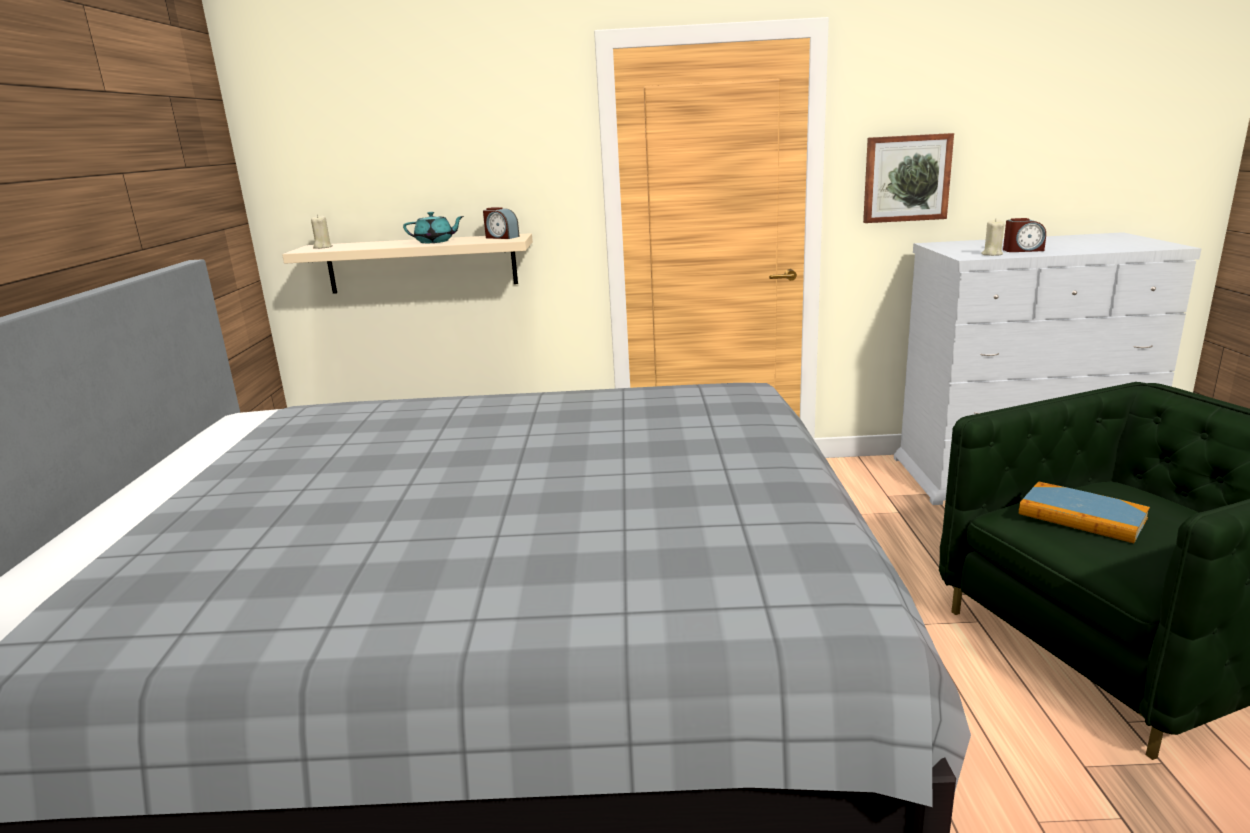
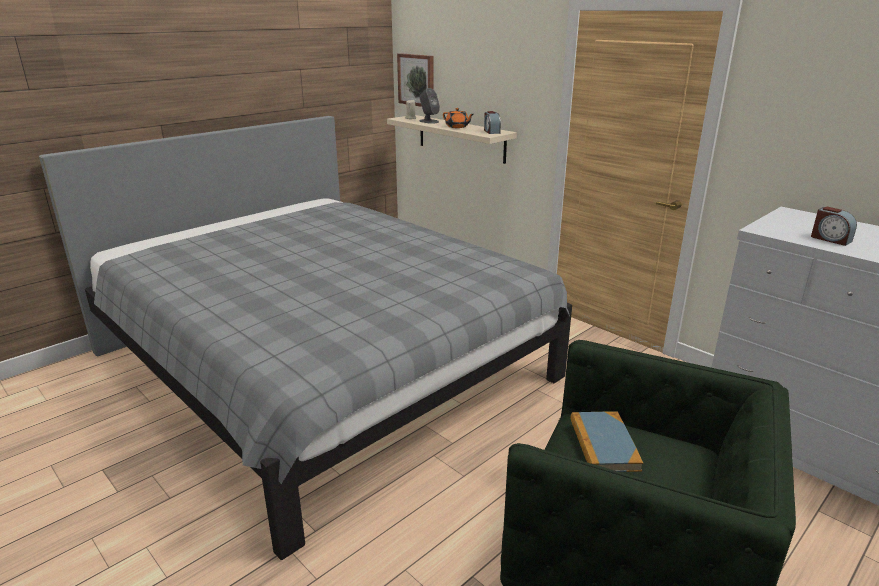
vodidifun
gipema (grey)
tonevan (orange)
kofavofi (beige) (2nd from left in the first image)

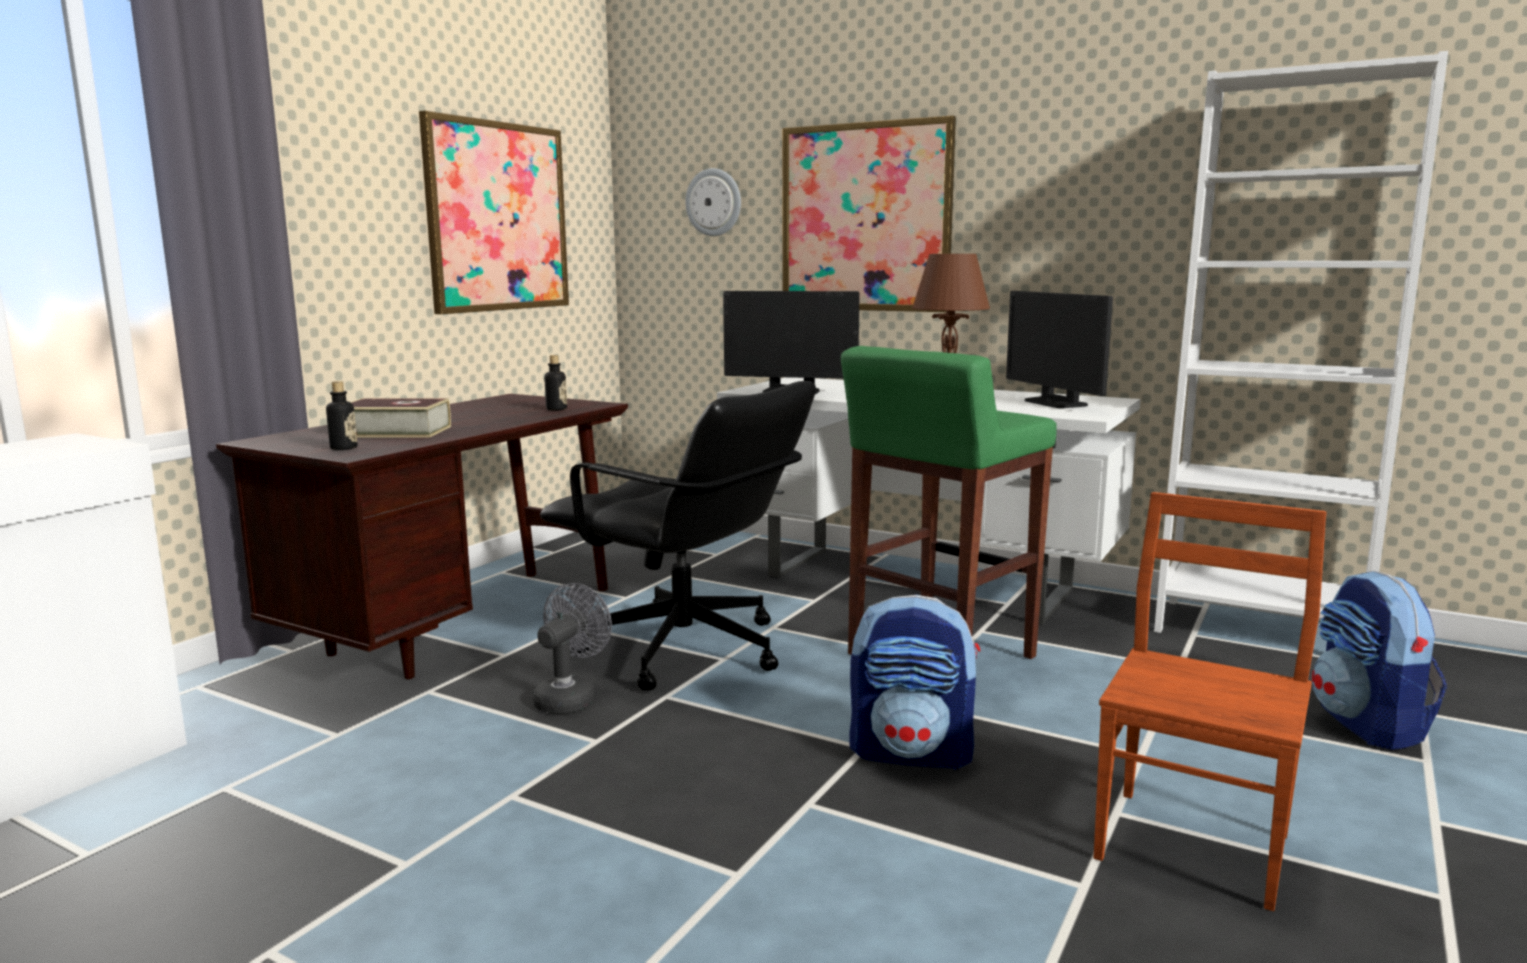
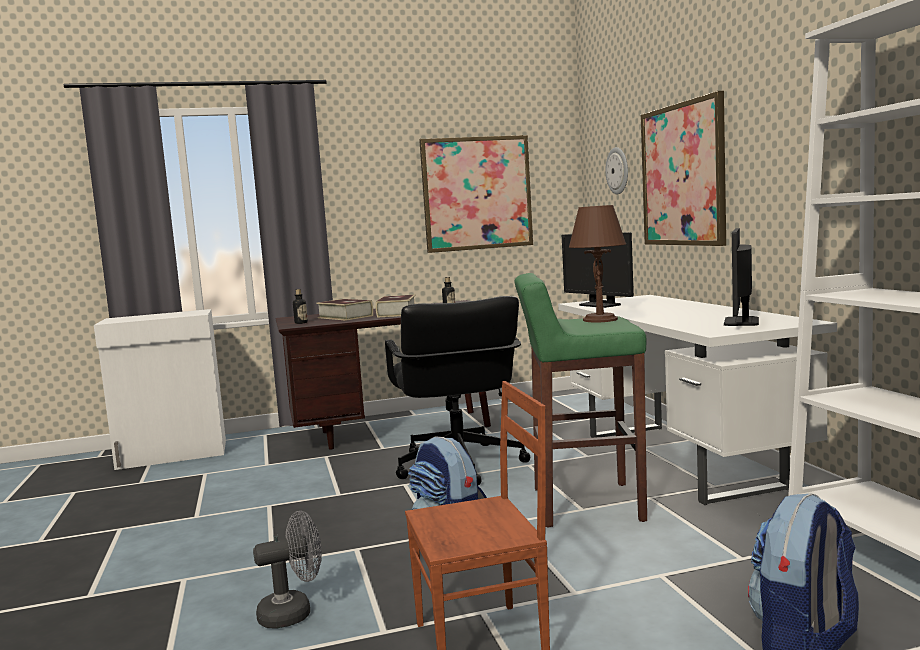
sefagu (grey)
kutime (2nd from left)

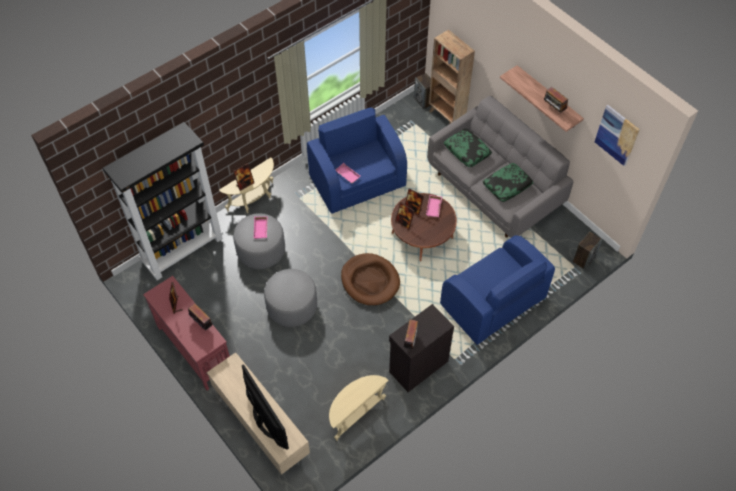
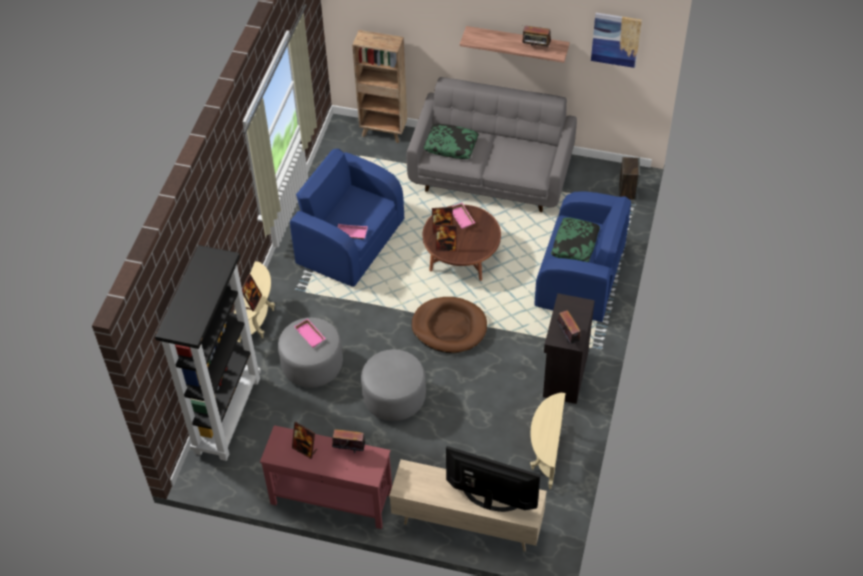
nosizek (2nd from left)
gipema (1st from left in the first image)

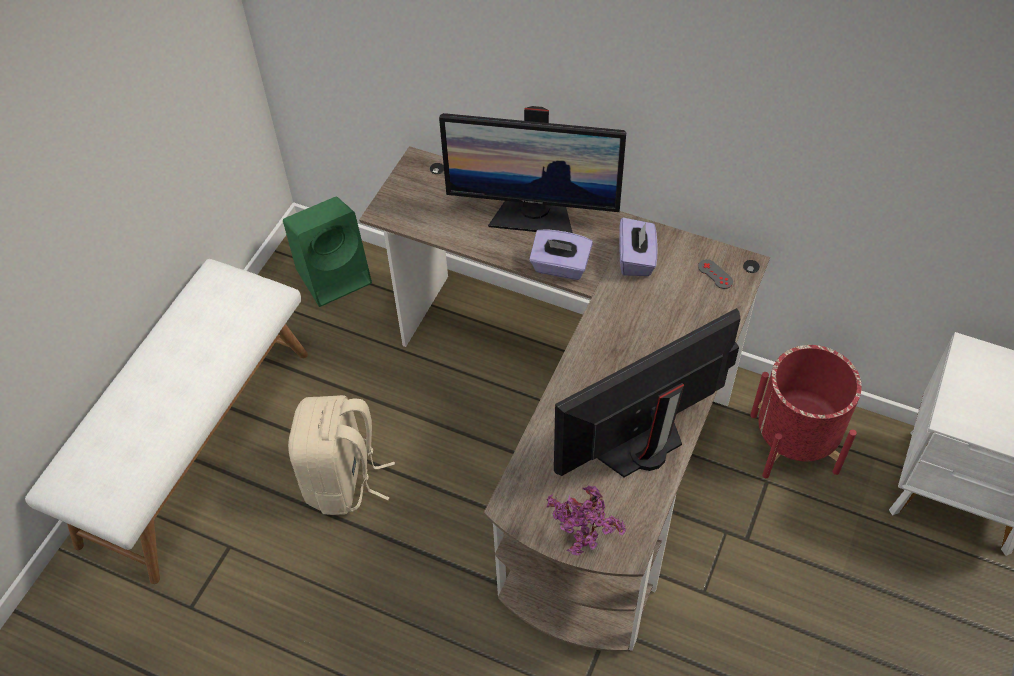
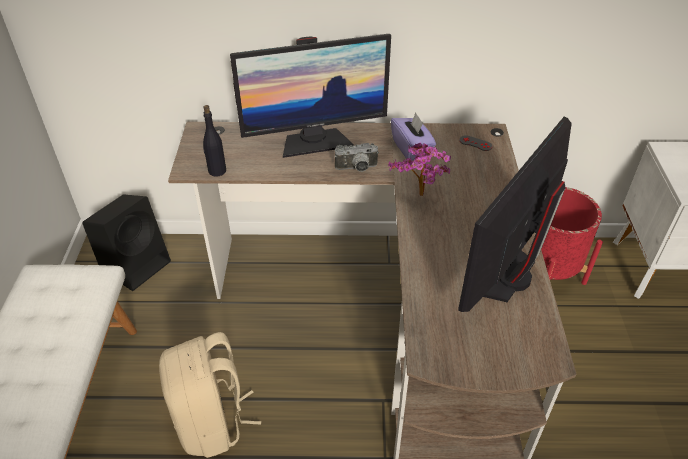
gipema (black)
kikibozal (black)
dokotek
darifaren

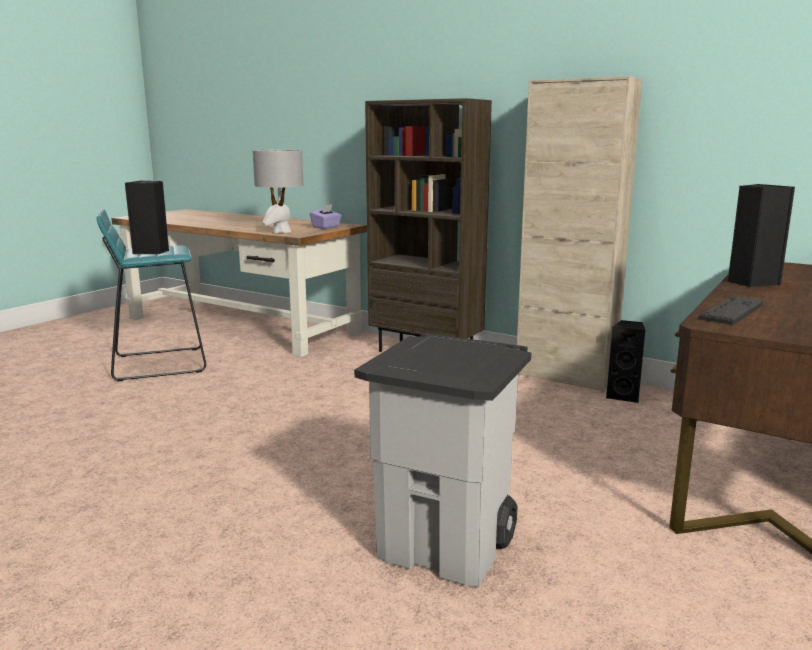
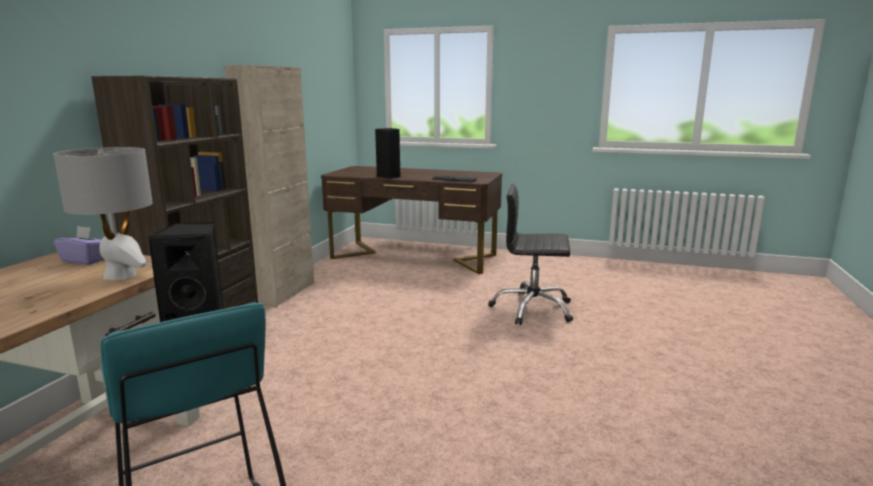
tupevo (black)
gipema (black) (2nd from left in the first image)

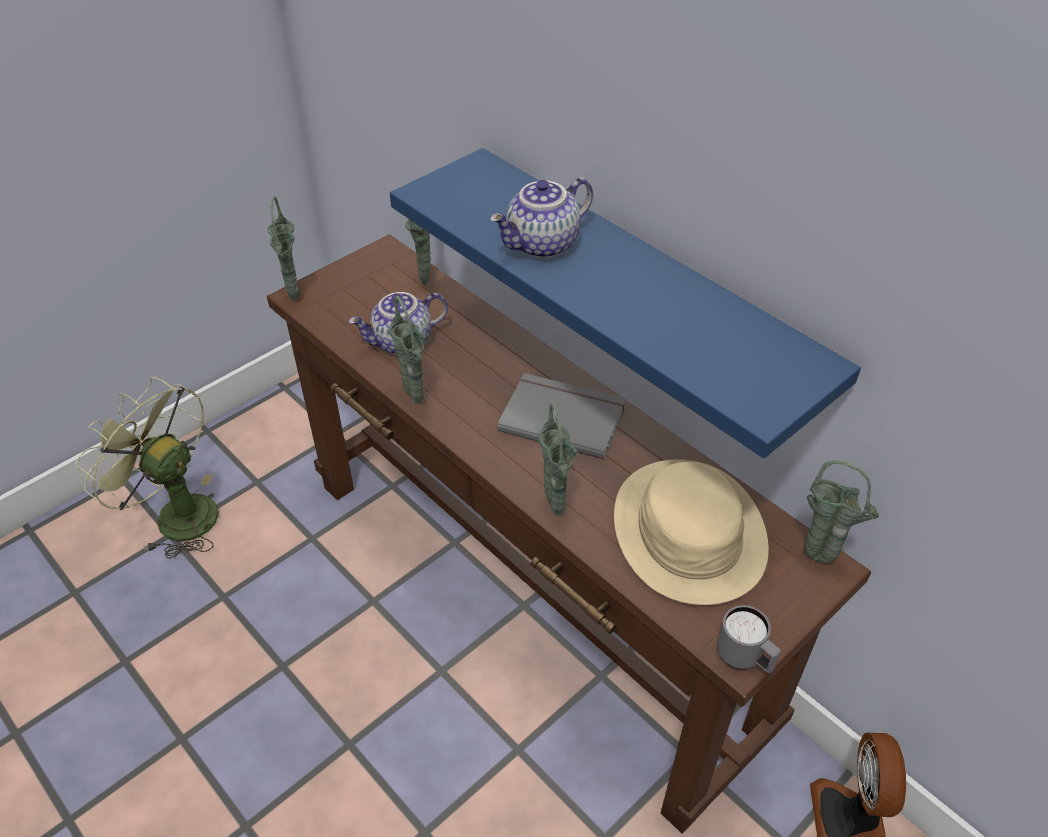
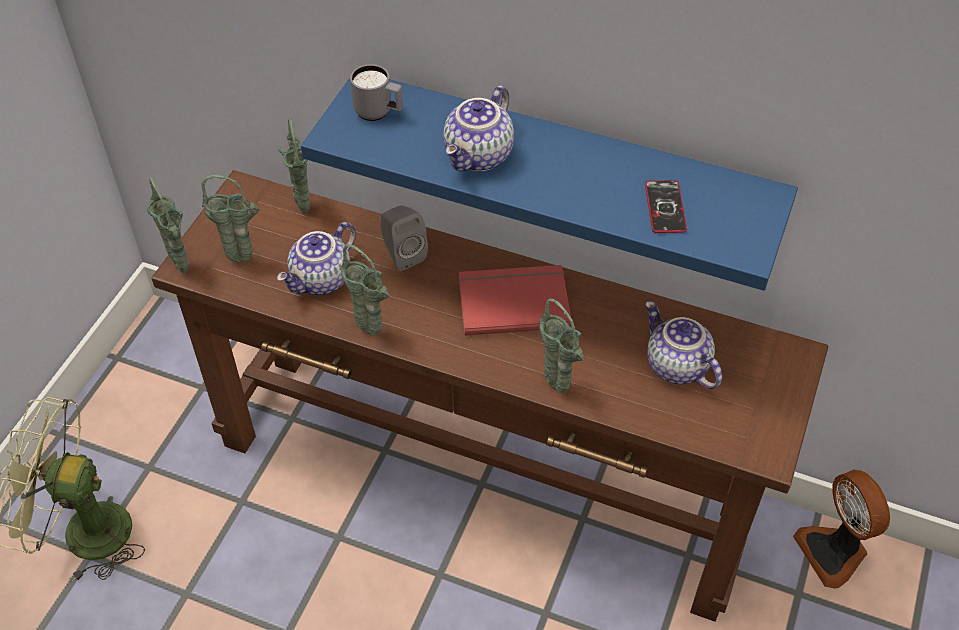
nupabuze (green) (2nd from left)
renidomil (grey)
gipema (grey)
kutime (red)
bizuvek
tonevan (3rd from left)

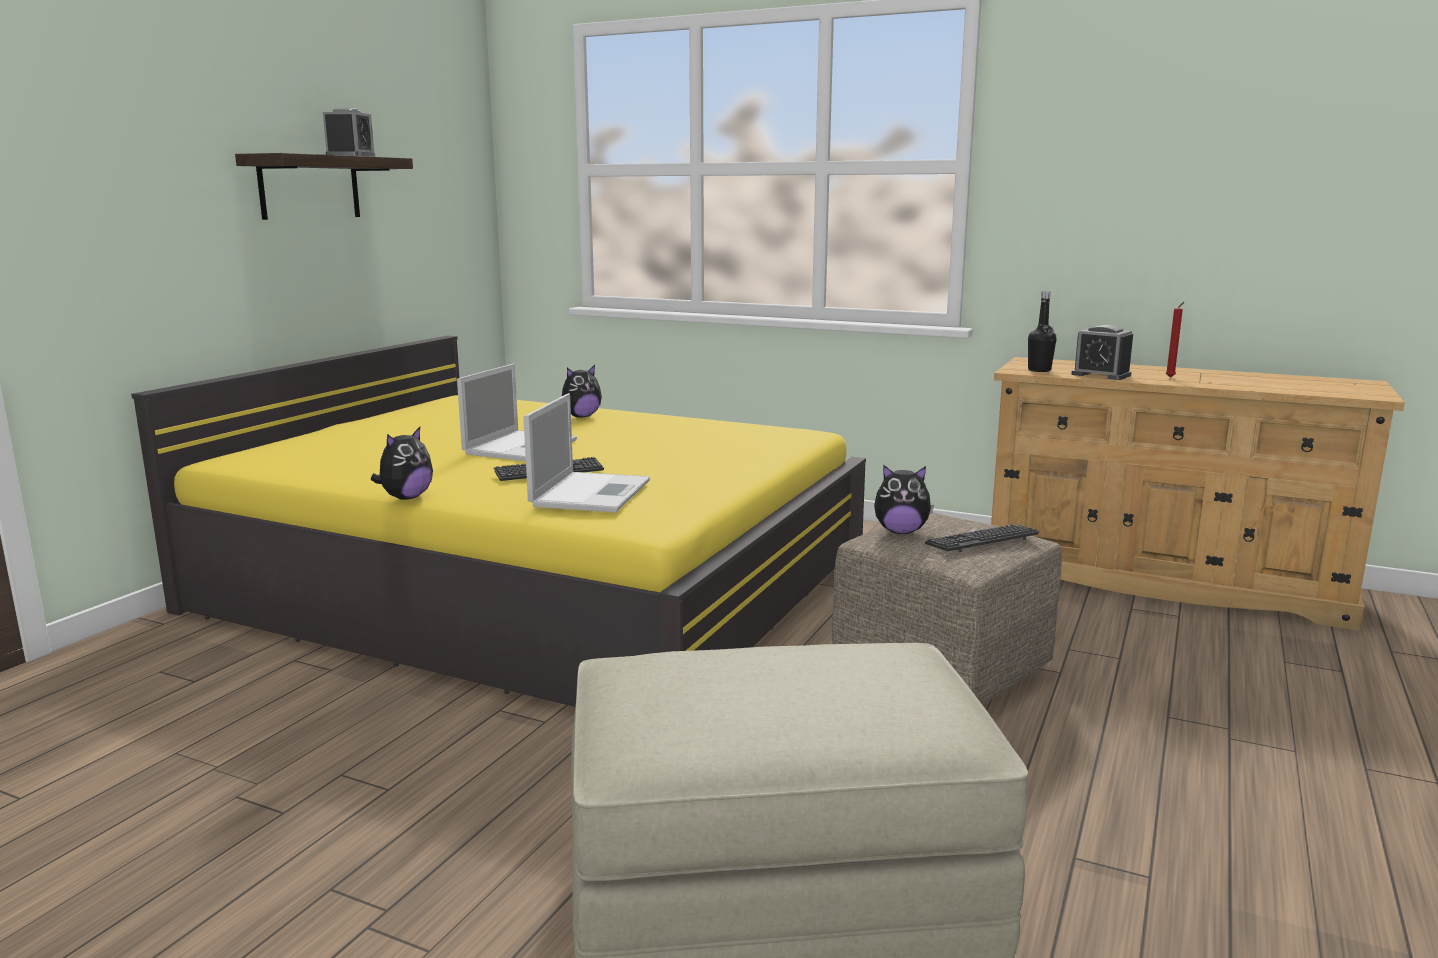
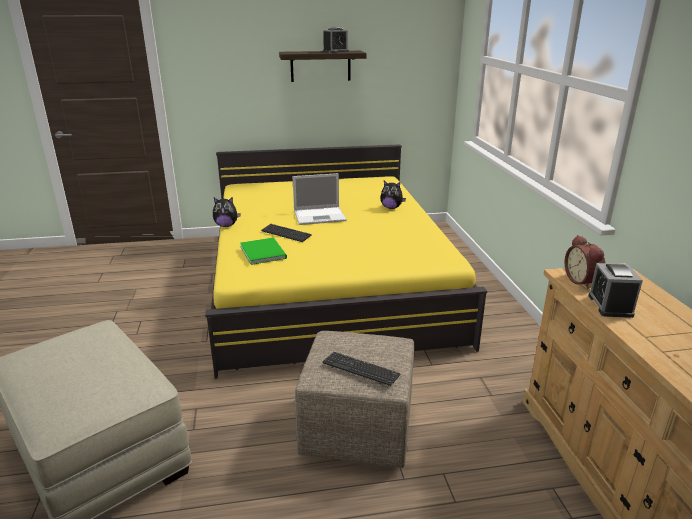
kutime (green)
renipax (2nd from left)
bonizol (3rd from left in the first image)
kofavofi (red)

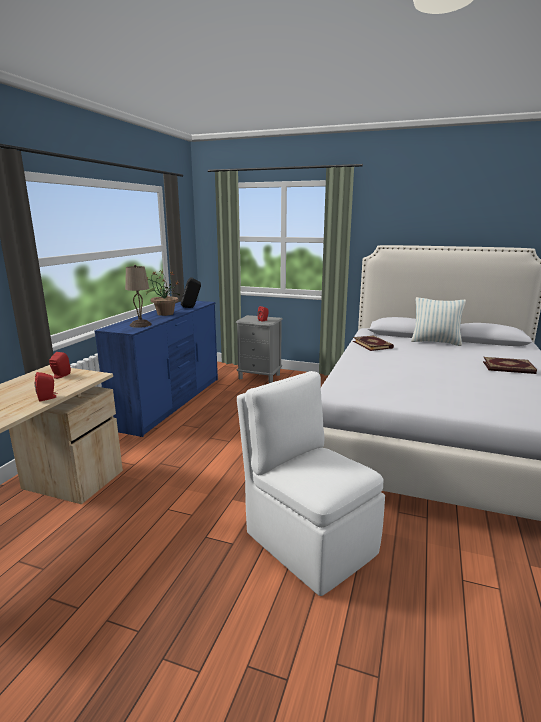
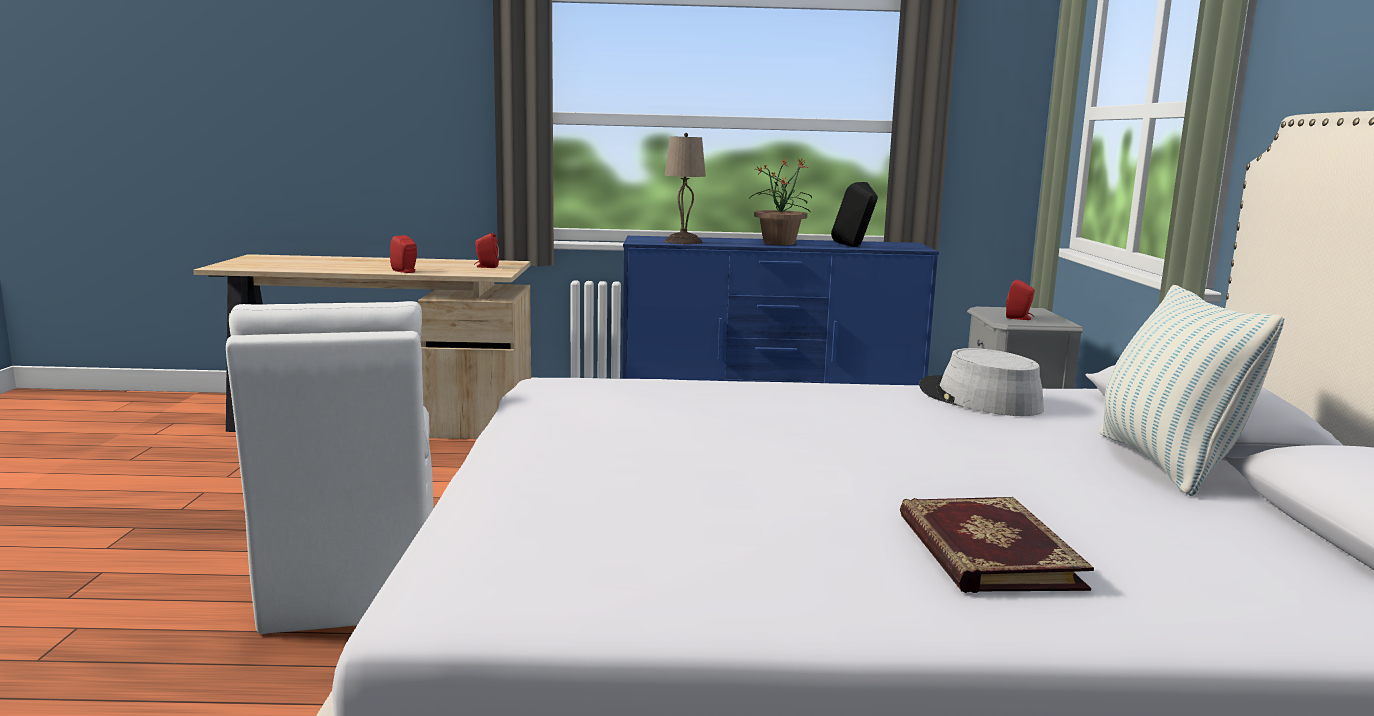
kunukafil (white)
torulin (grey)

